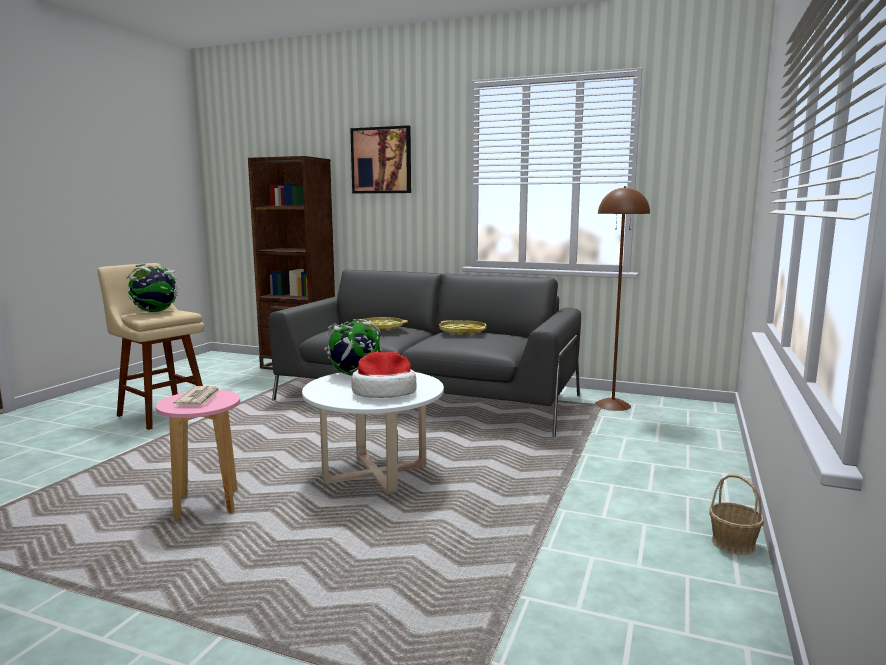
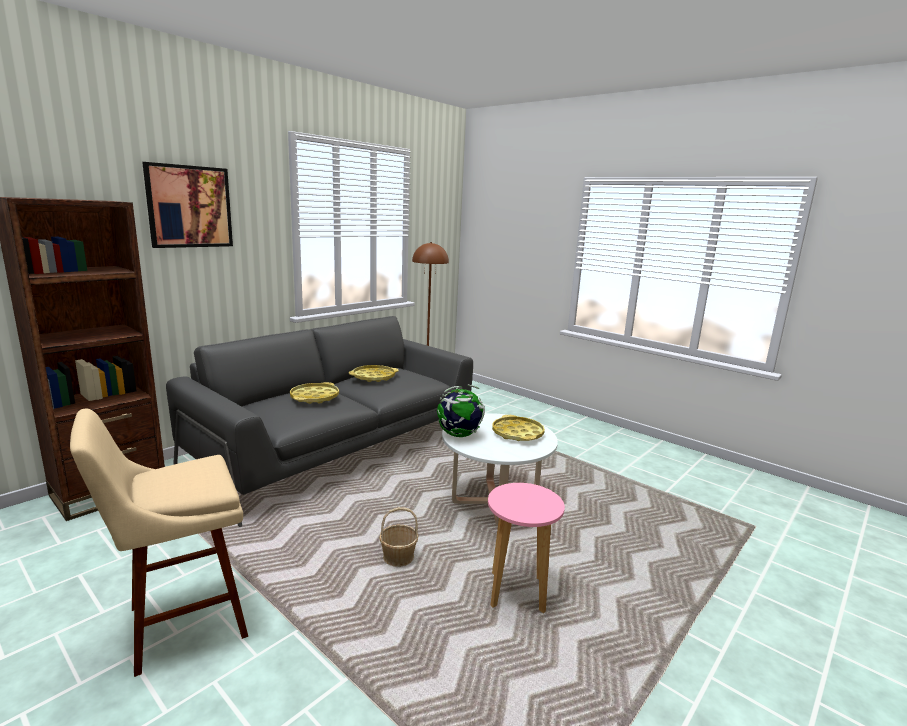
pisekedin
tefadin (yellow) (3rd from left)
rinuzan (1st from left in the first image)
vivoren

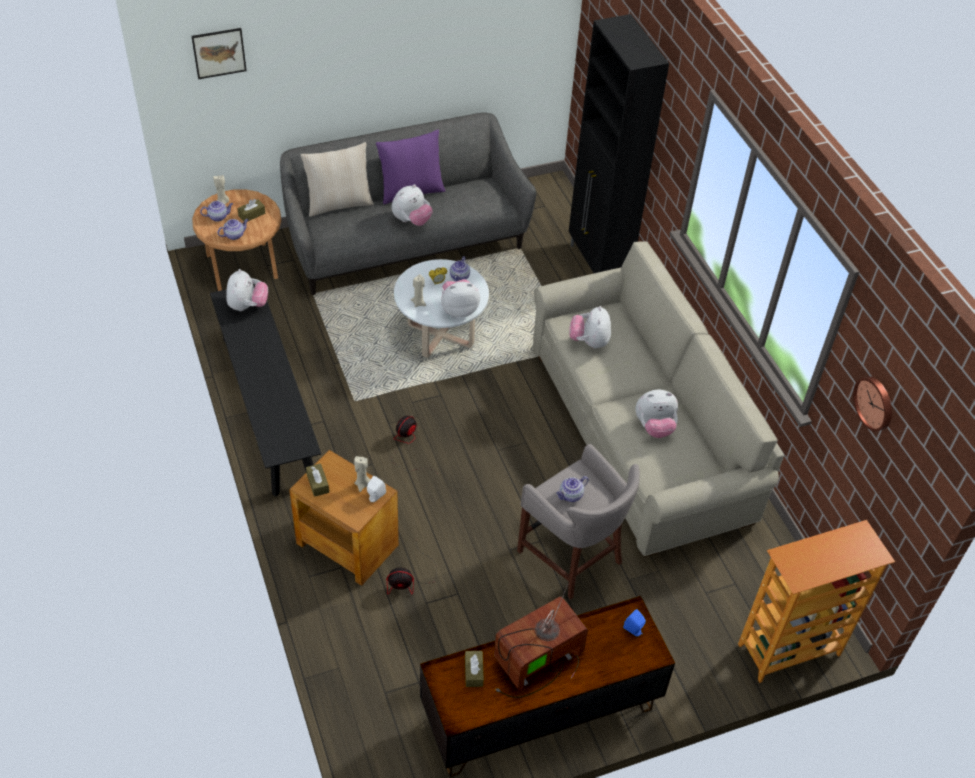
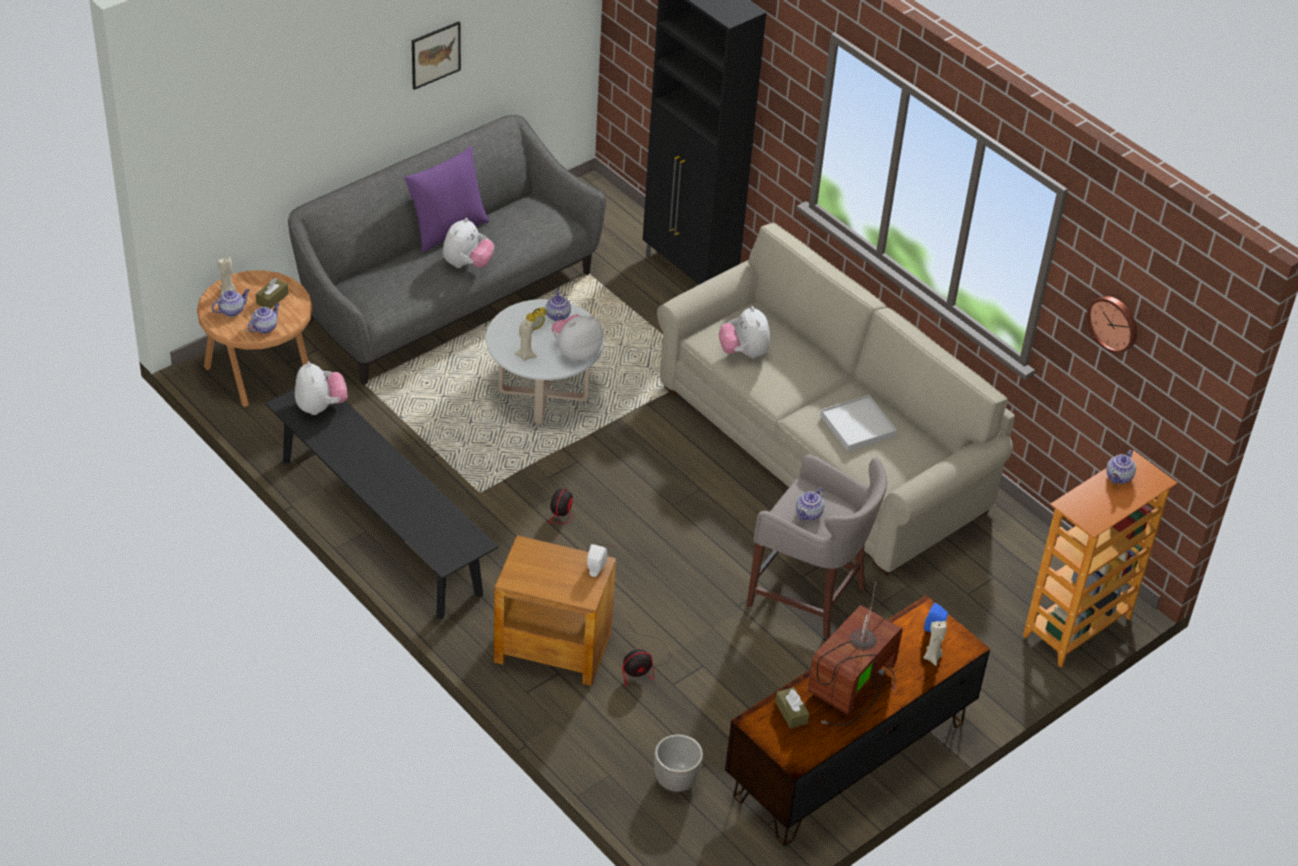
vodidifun
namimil
tefadin (white)
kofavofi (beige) (3rd from left)
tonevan (5th from left)
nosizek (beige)
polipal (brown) (2nd from left in the first image)

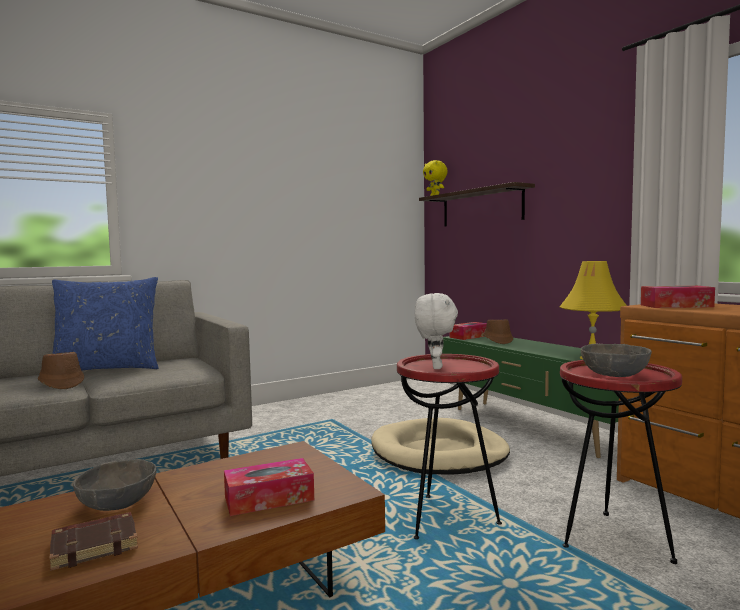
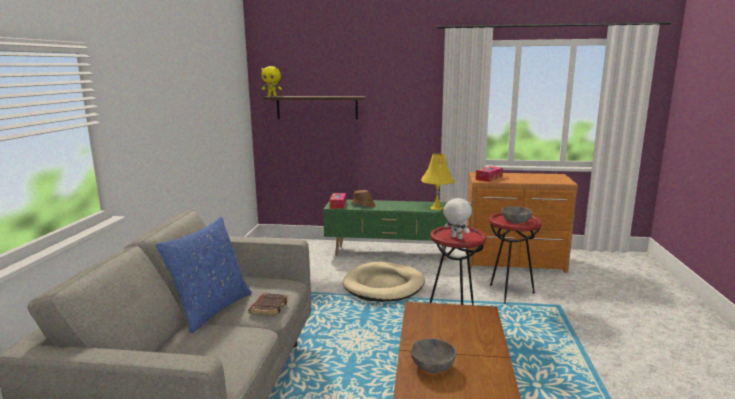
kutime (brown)
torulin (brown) (1st from left in the first image)
polipal (1st from left in the first image)

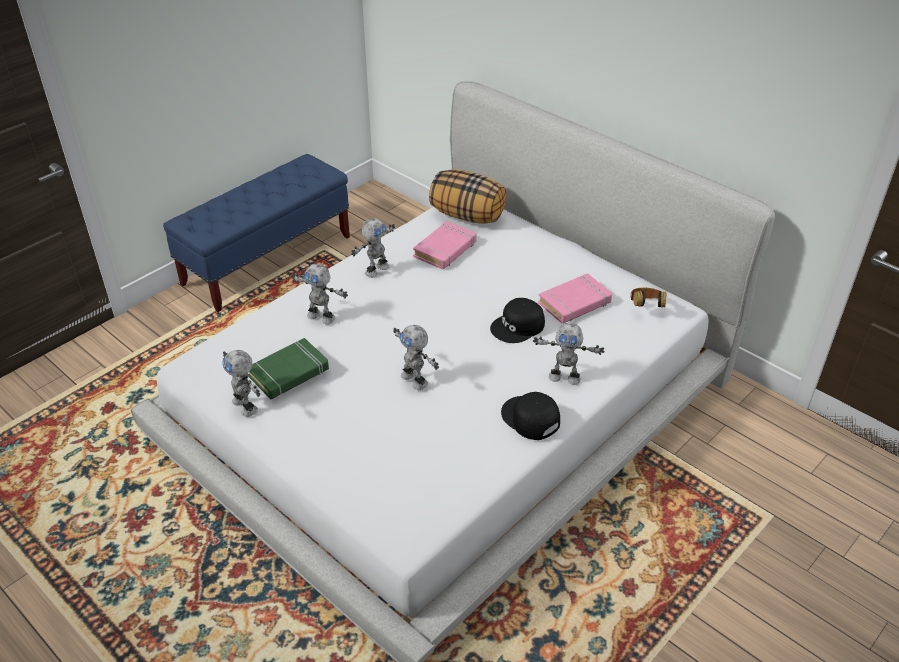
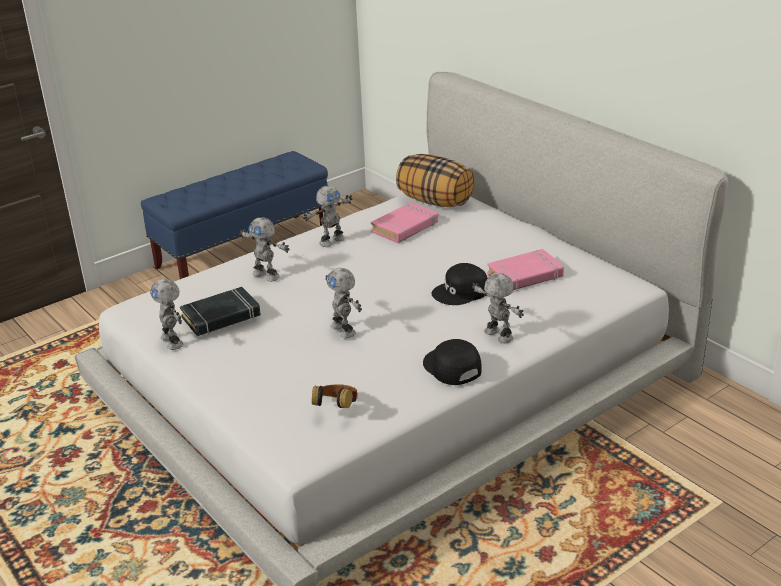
kutime (black)
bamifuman
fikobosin (5th from left)

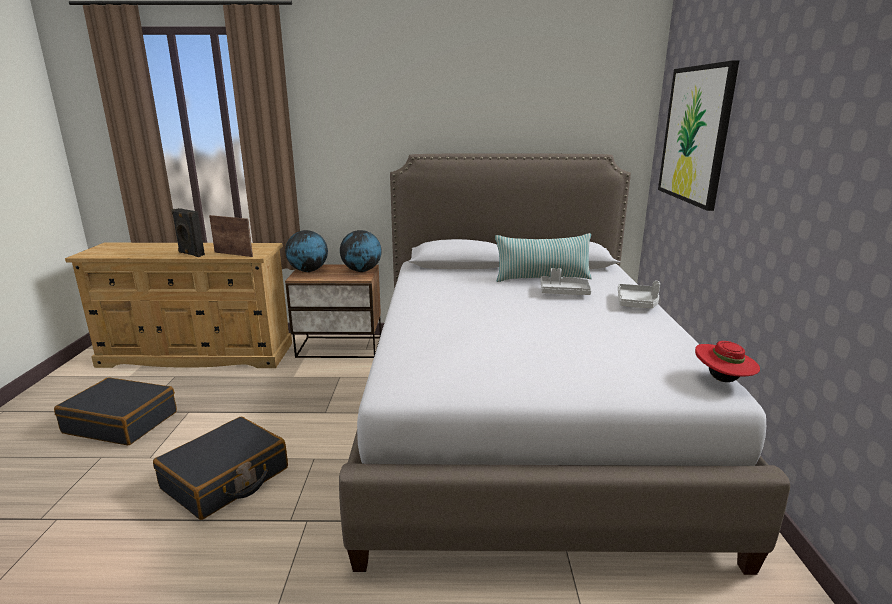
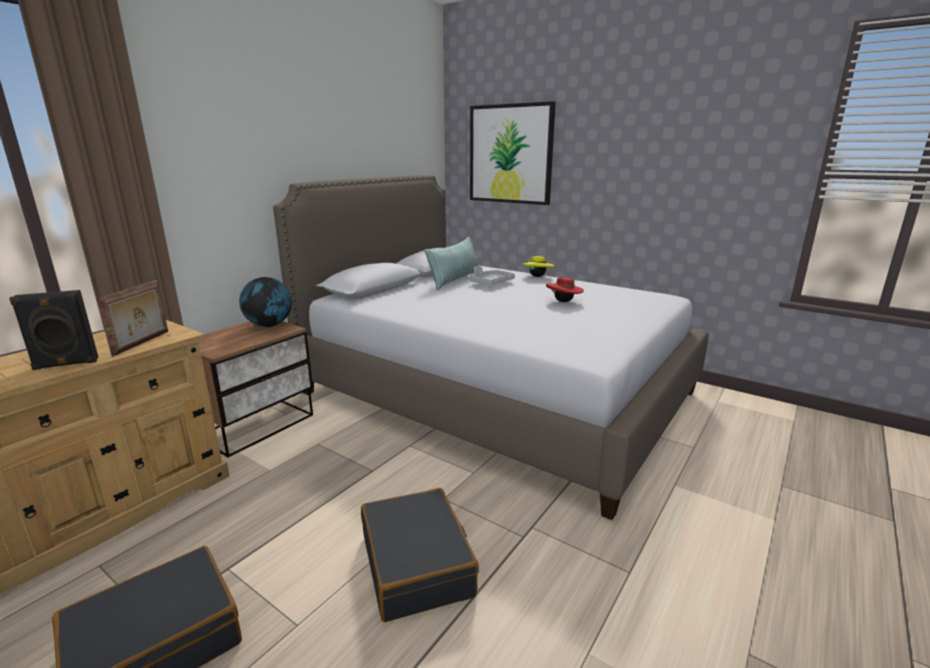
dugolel
torulin (yellow)
torulin (red)
rinuzan (1st from left in the first image)

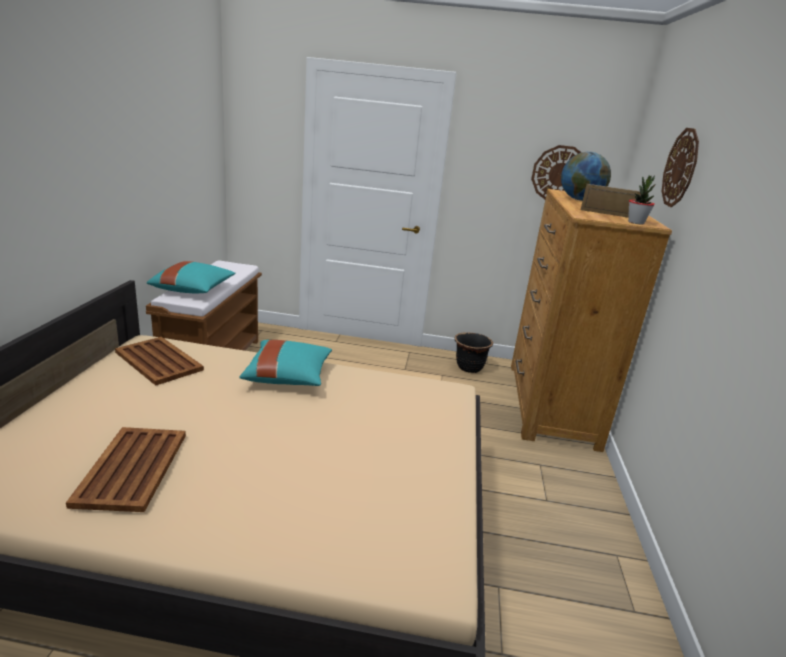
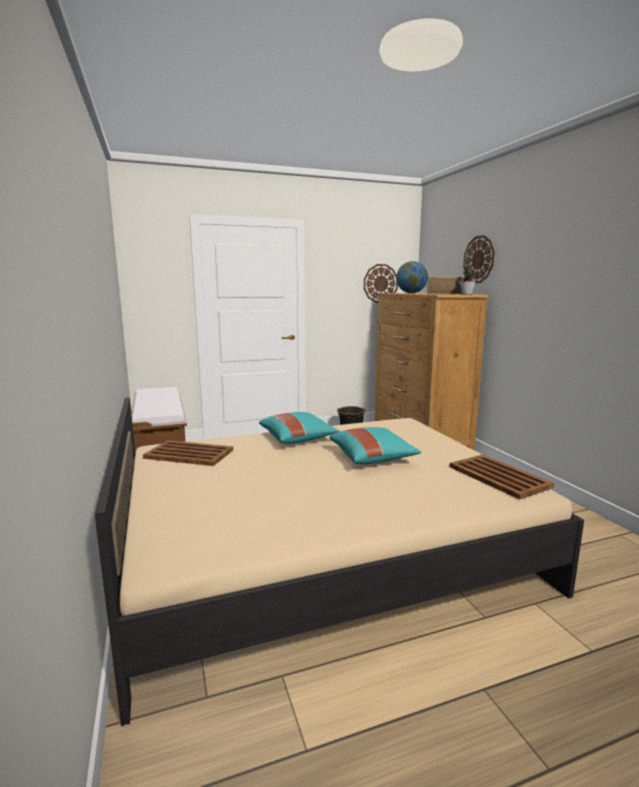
nosizek (turquoise) (2nd from left)
tefadin (brown) (2nd from left)

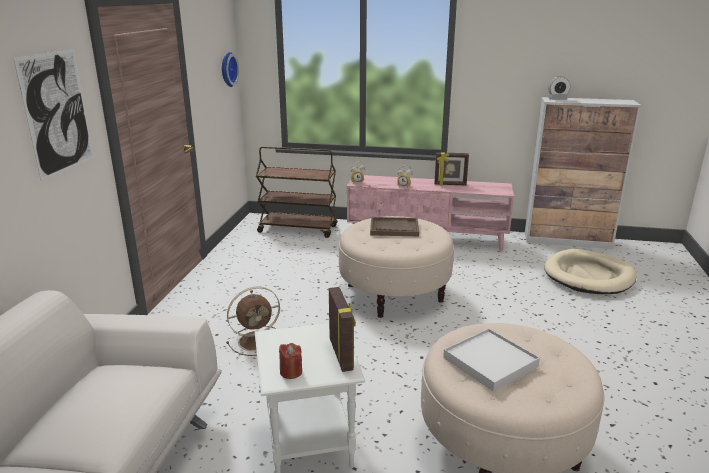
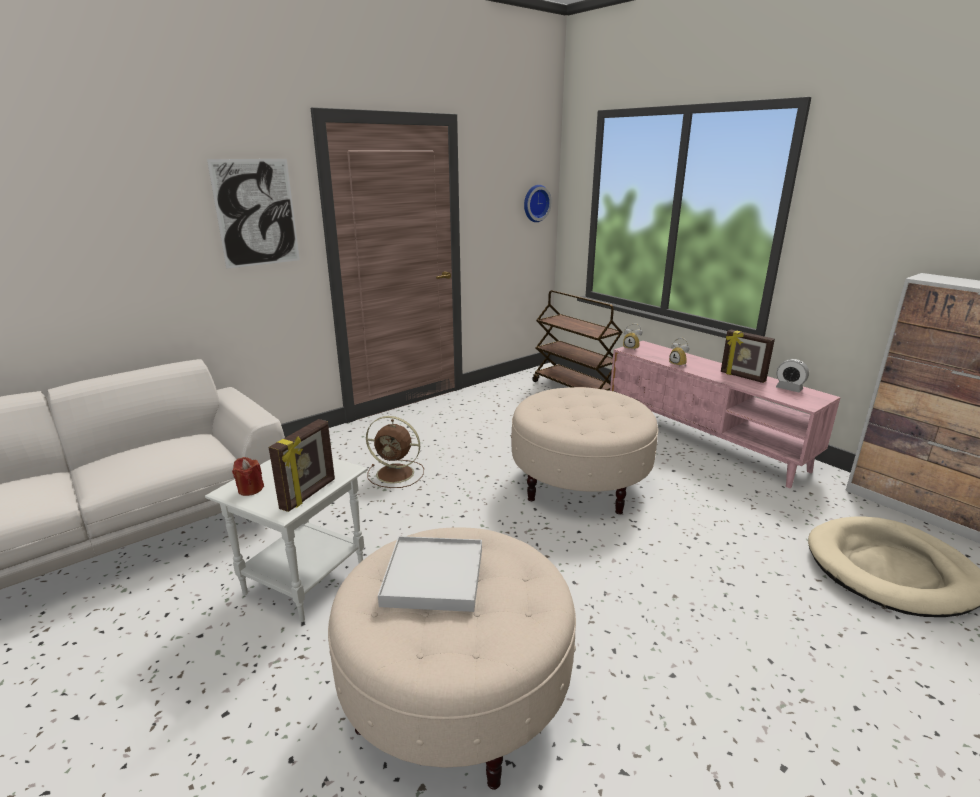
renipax (3rd from left)
tefadin (brown)

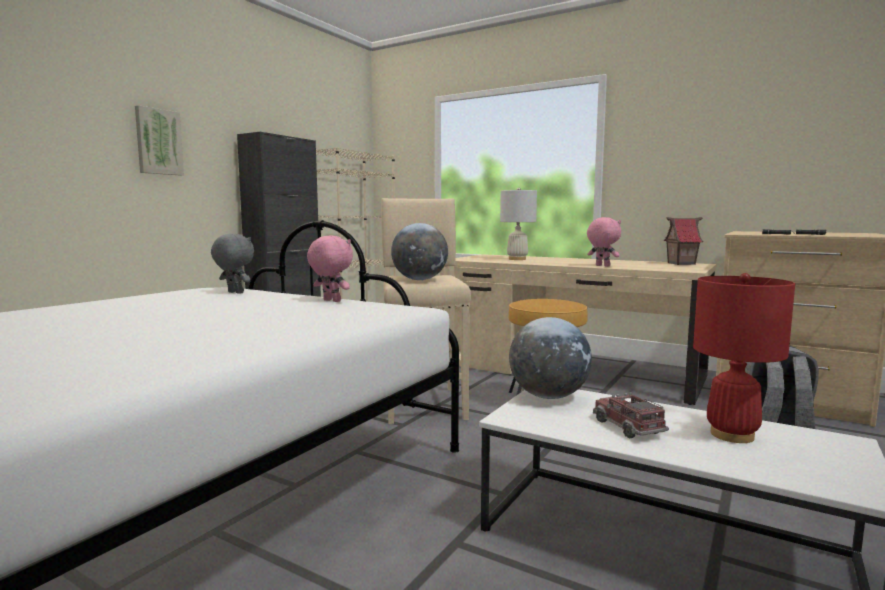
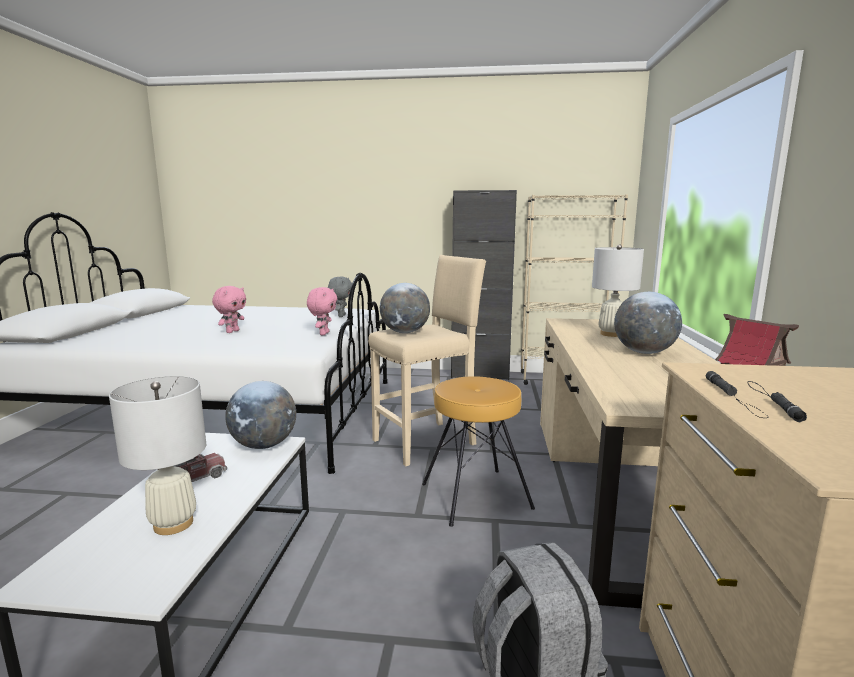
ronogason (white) (1st from left)
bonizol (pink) (1st from left)
rinuzan (3rd from left)
vodidifun

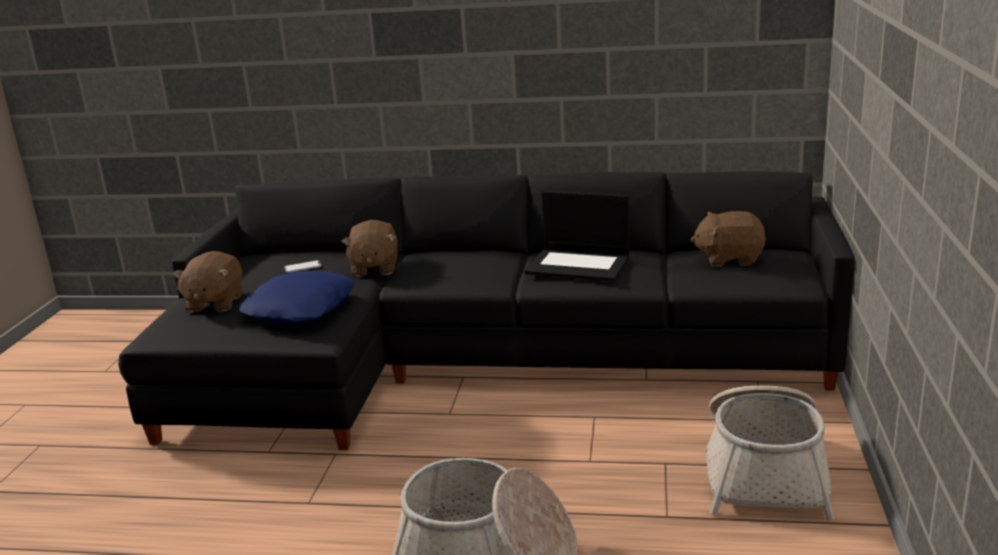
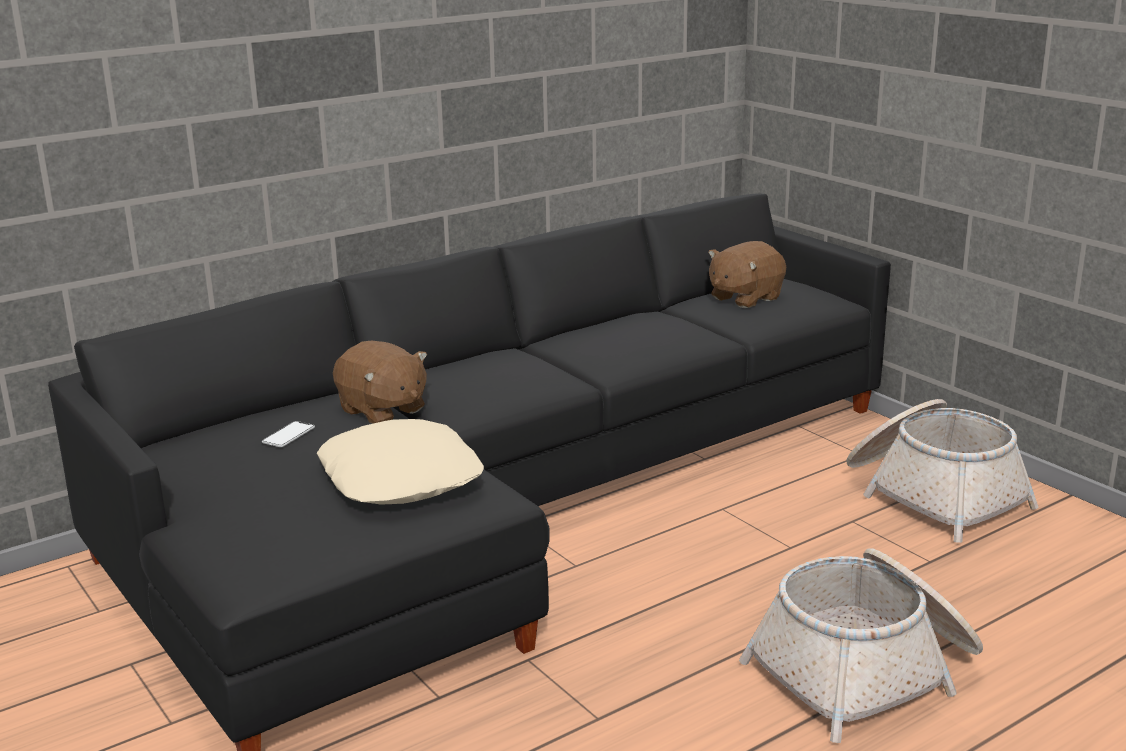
nosizek (beige)
bonizol (brown) (1st from left in the first image)
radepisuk

